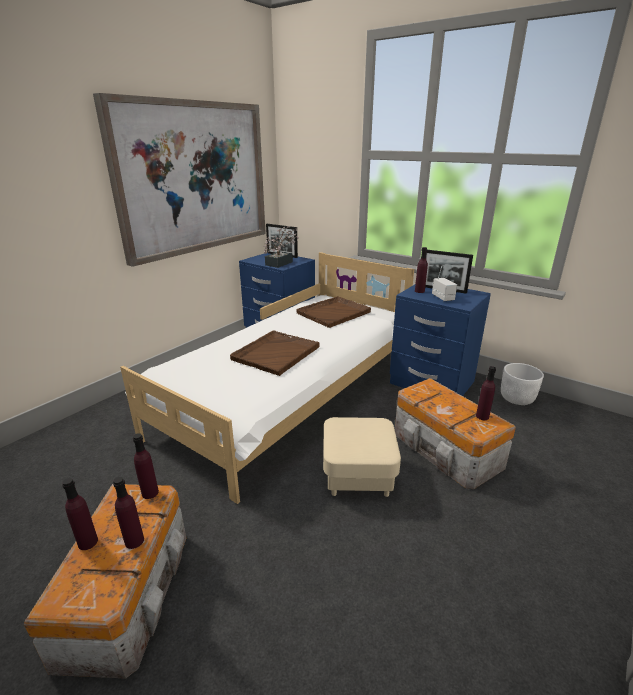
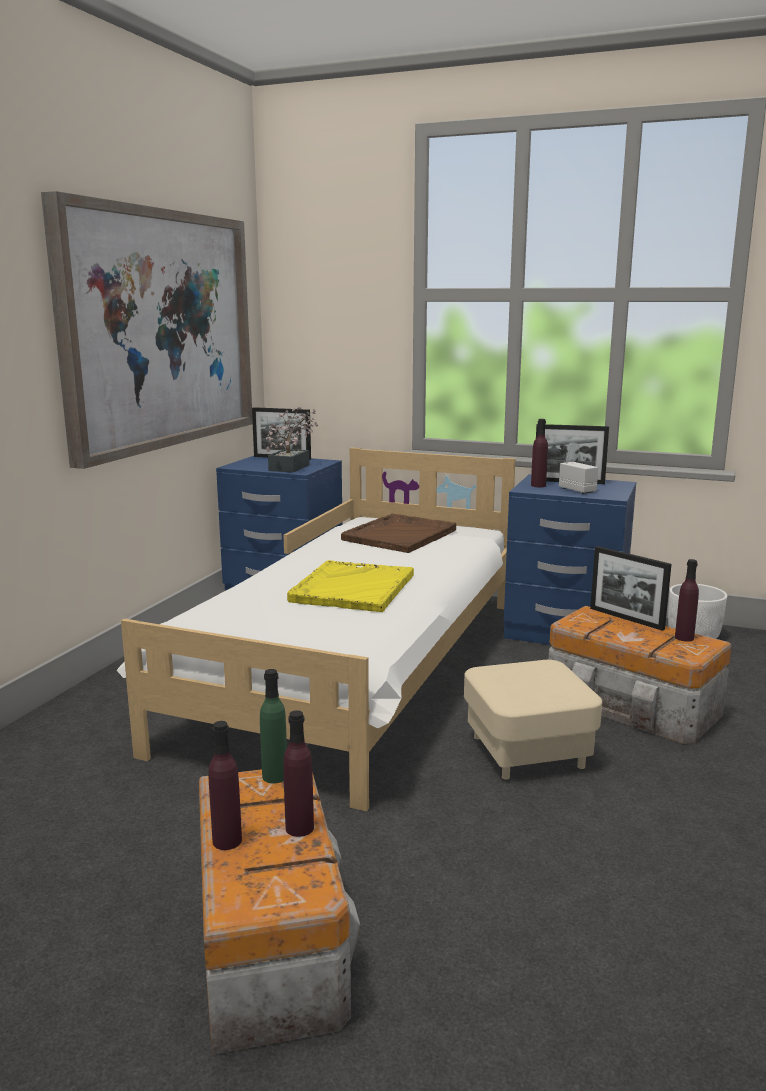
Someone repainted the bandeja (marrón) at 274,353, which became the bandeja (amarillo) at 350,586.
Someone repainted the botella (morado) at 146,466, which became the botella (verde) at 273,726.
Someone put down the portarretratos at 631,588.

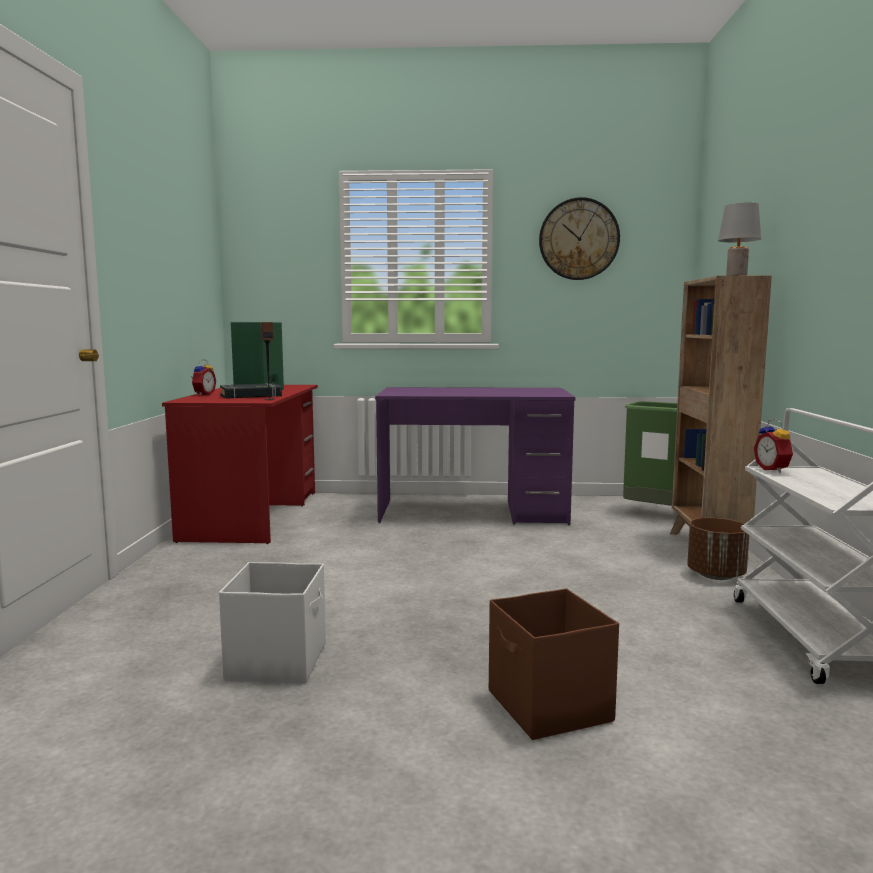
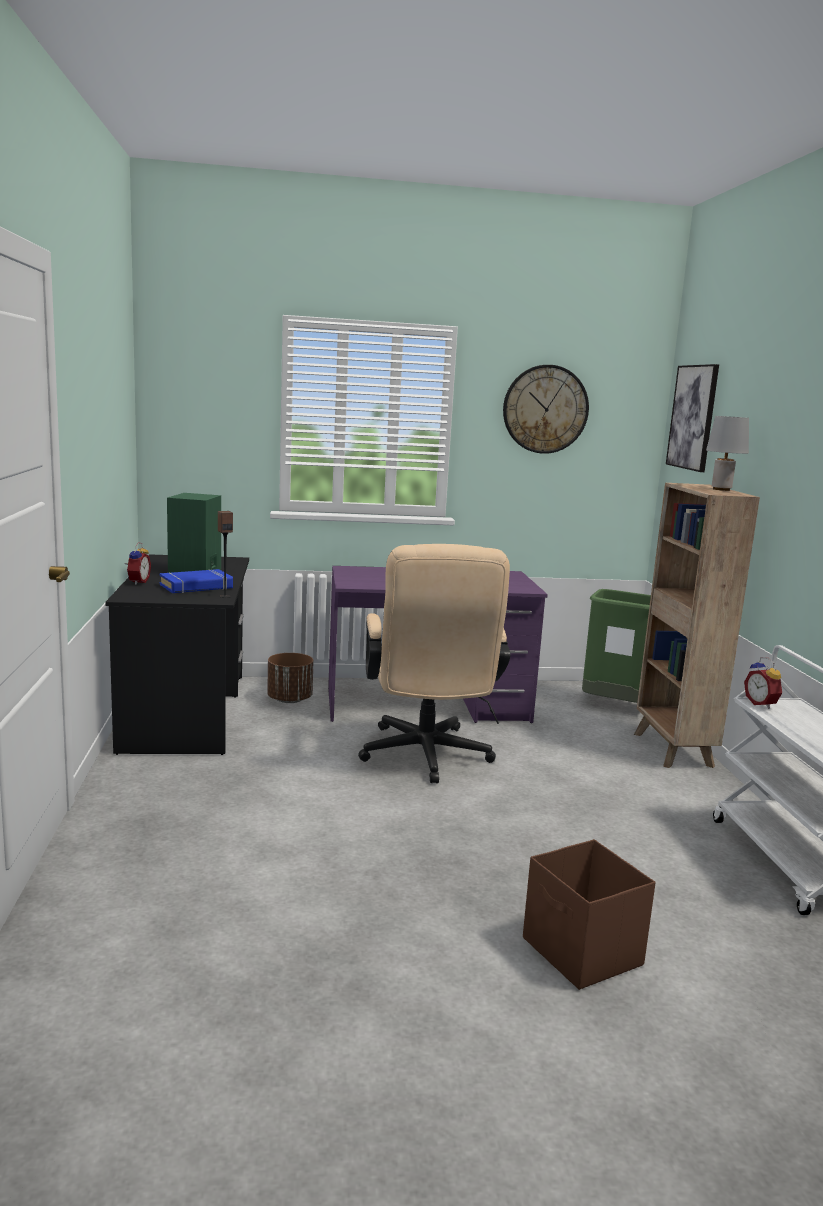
Someone repainted the libro (negro) at 251,391, which became the libro (azul) at 196,581.
Someone repainted the escritorio (rojo) at 240,464, which became the escritorio (negro) at 177,654.
Someone carried the maceta (marrón) from 718,549 to 290,678.
Someone took away the caja de almacenaje (blanco) at 272,622.
Someone put up the cuadro at 692,418.
Someone put down the silla de oficina (beis) at 434,663.

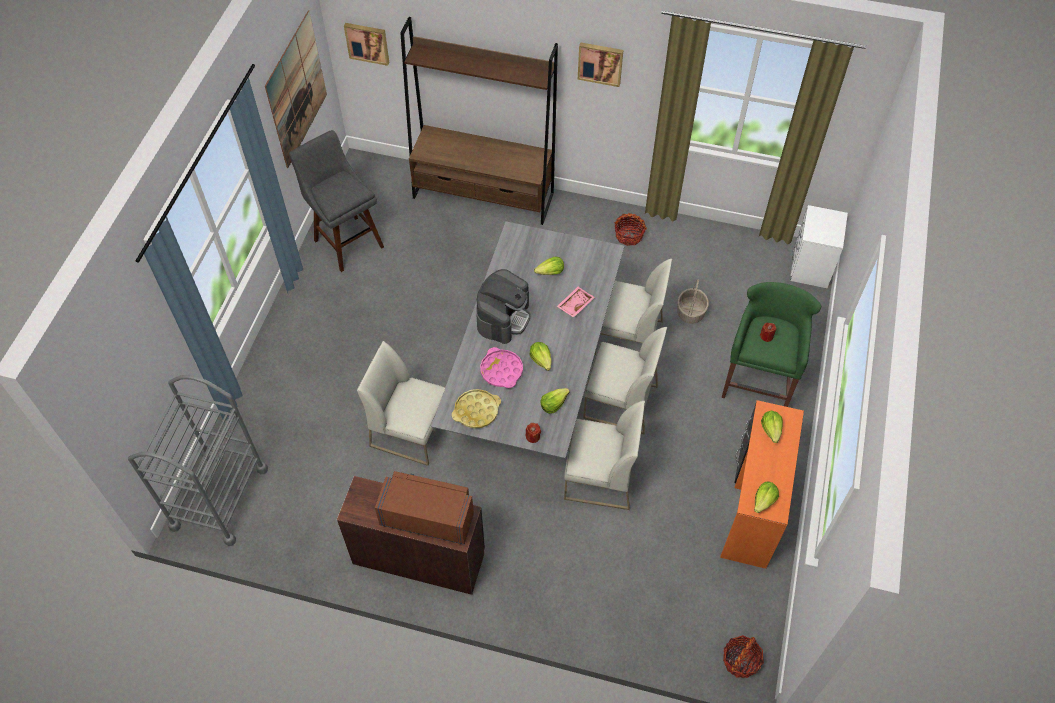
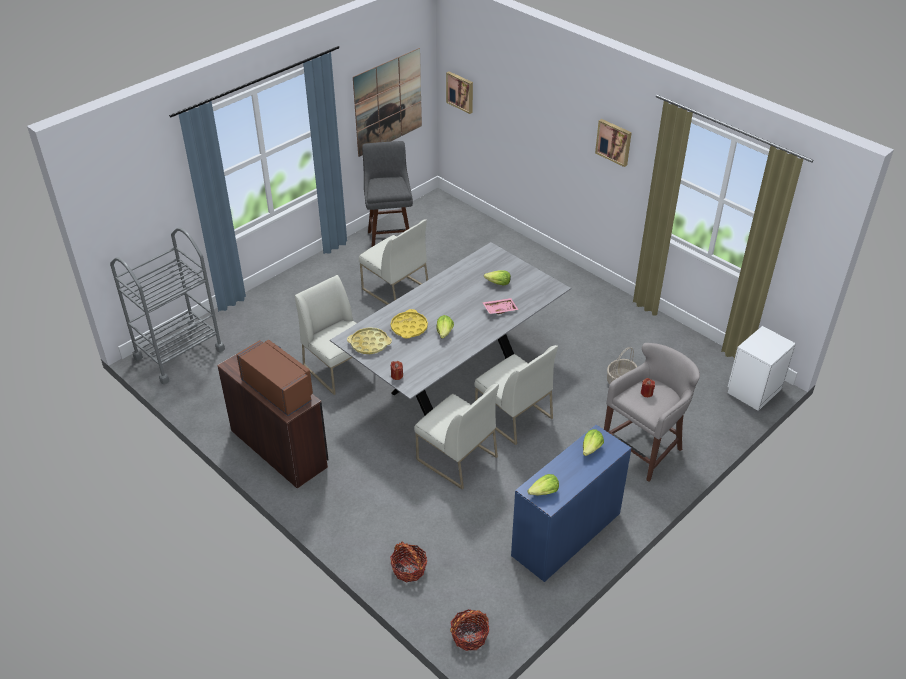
Someone took away the estantería (marrón) at 479,121.
Someone carried the cesta from 631,229 to 408,561.
Someone carried the silla (blanco) from 633,307 to 393,262.
Someone took away the cafetera at 503,306.
Someone repainted the taburete (verde) at 771,344, which became the taburete (gris) at 652,412.
Someone repainted the bandeja (rosa) at 501,367, which became the bandeja (amarillo) at 409,323.
Someone took away the lechuga at 555,401.
Someone repainted the escritorio (naranja) at 762,484, which became the escritorio (azul) at 571,503.

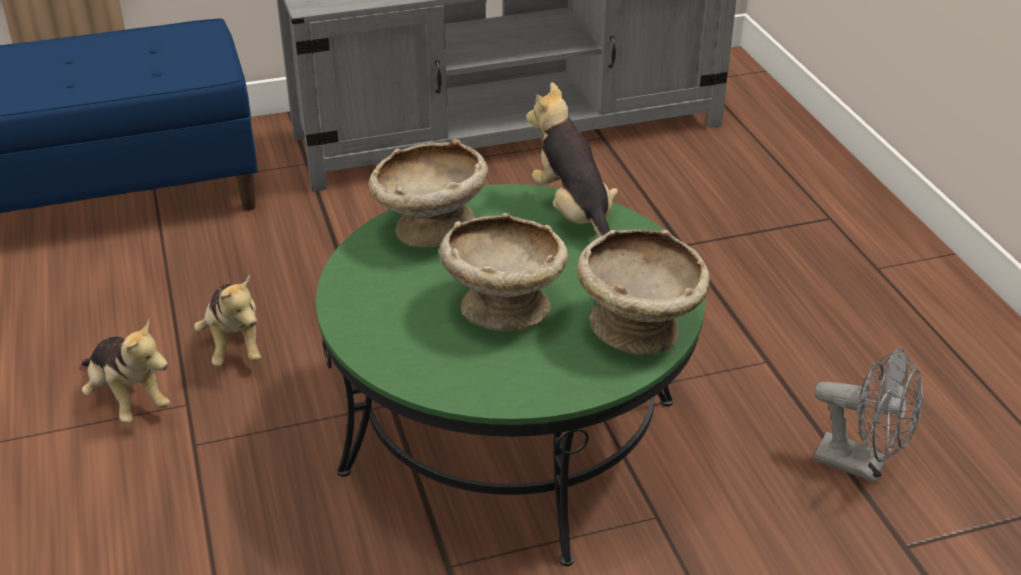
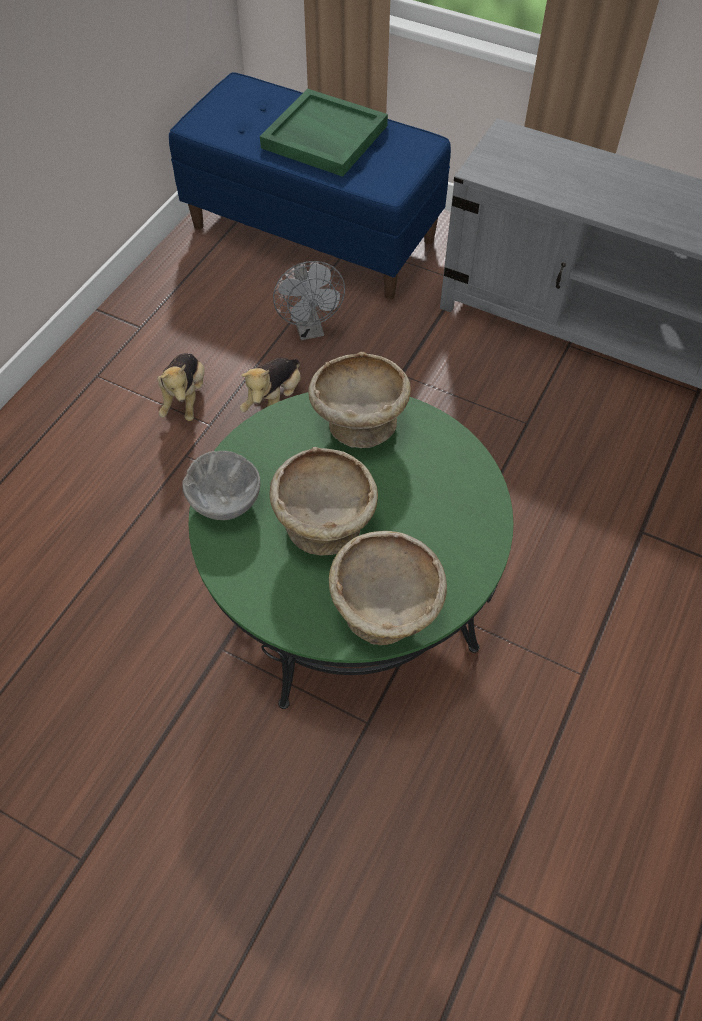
Someone took away the peluche at 572,159.
Someone carried the ventilador (gris) from 868,415 to 309,300.
Someone put down the bandeja (verde) at 324,133.
Someone put down the cuenco (gris) at 221,485.

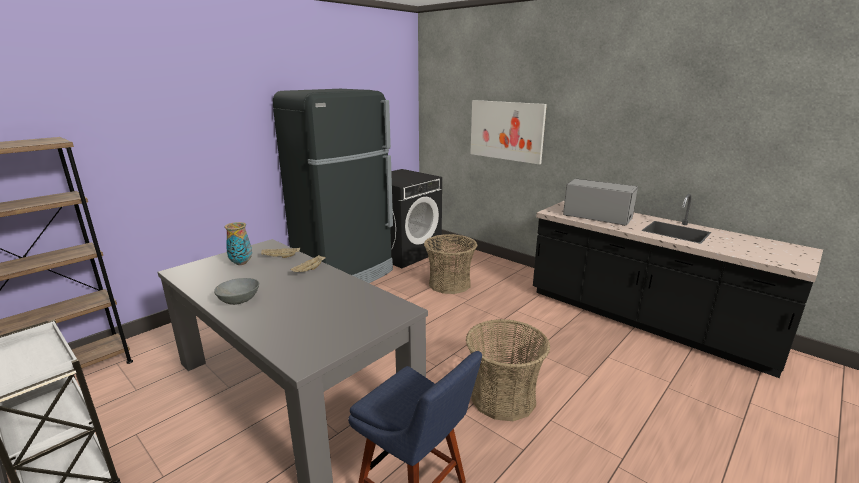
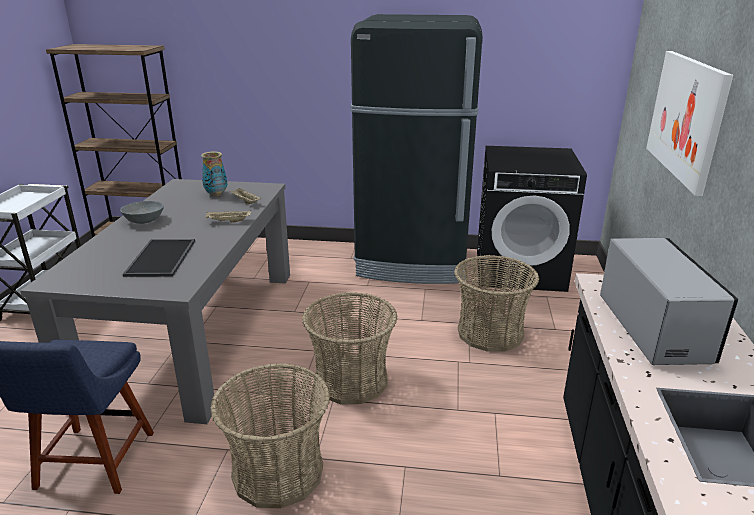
Someone put down the bandeja at 159,258.
Someone put down the cesta at 349,348.

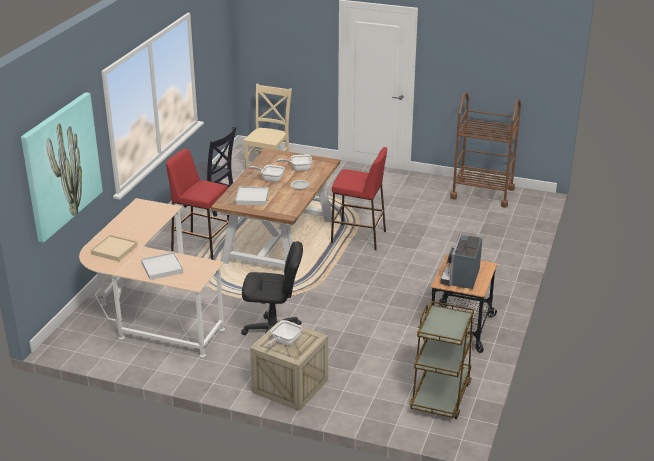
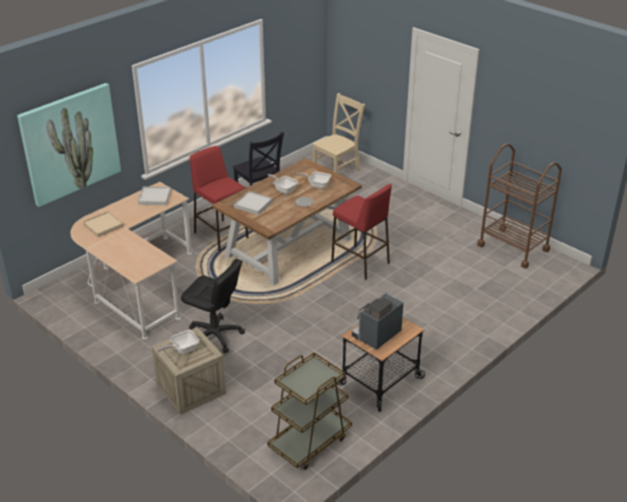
Someone carried the bandeja (blanco) from 162,266 to 154,195.

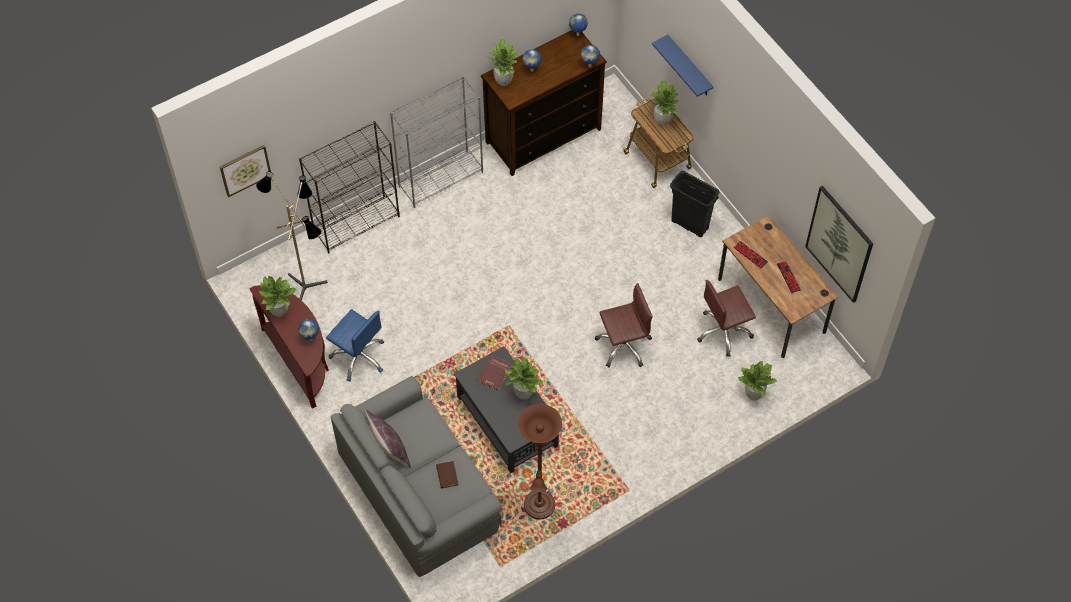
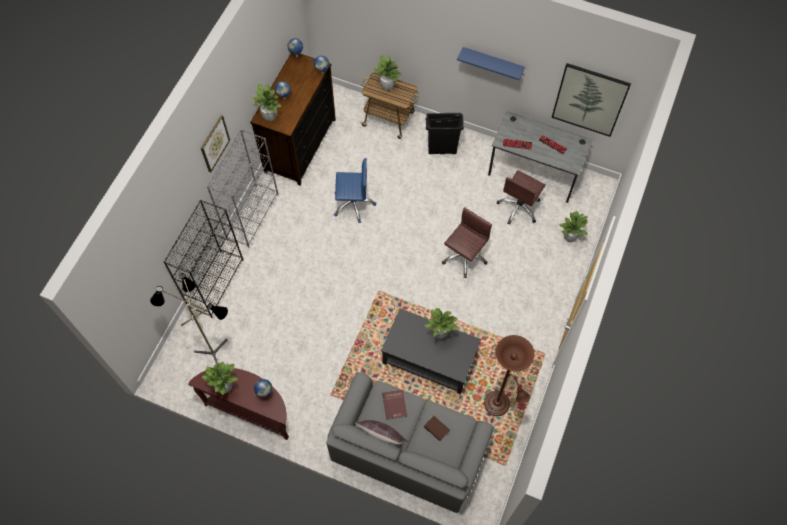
Someone carried the estante (azul) from 683,66 to 491,63.
Someone carried the cuadro from 245,171 to 215,143.
Someone repainted the escritorio (marrón) at 778,286, which became the escritorio (gris) at 540,157.
Someone carried the silla de oficina (azul) from 355,345 to 355,190.
Someone carried the libro (rojo) from 494,372 to 394,404.

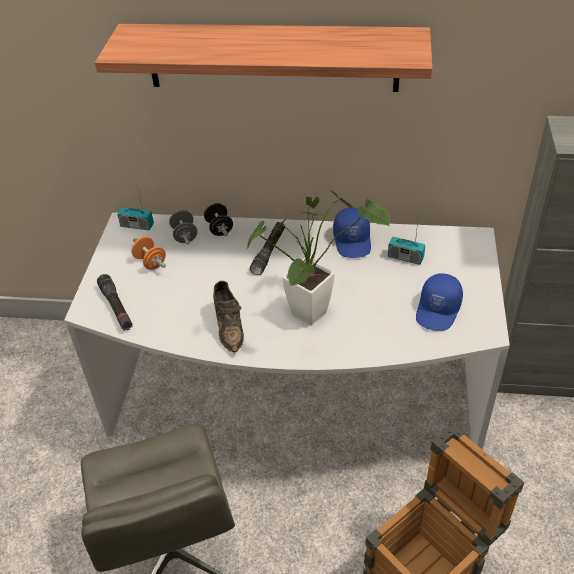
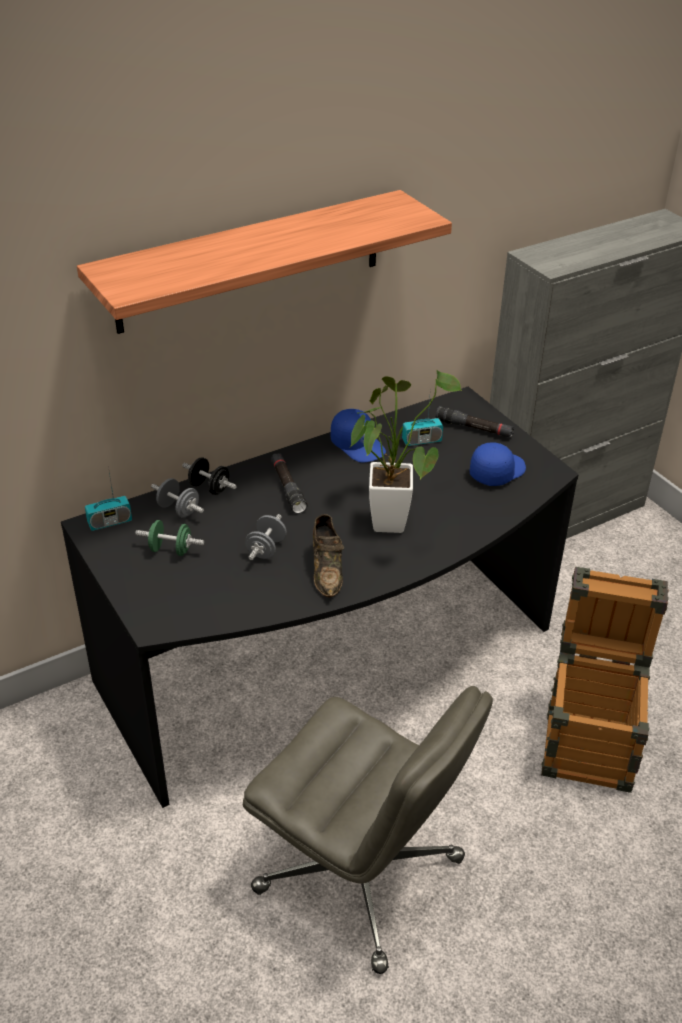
Someone repainted the escritorio (blanco) at 287,330, which became the escritorio (negro) at 320,597.
Someone repainted the mancuerna (naranja) at 148,253, which became the mancuerna (verde) at 170,538.
Someone rotated the gorra (azul) at 439,302 by 120 degrees counterclockwise.
Someone carried the linterna (negro) from 114,302 to 475,422.
Someone rotated the zapato (marrón) at 228,316 by 45 degrees clockwise.
Someone put down the mancuerna (gris) at 266,537.

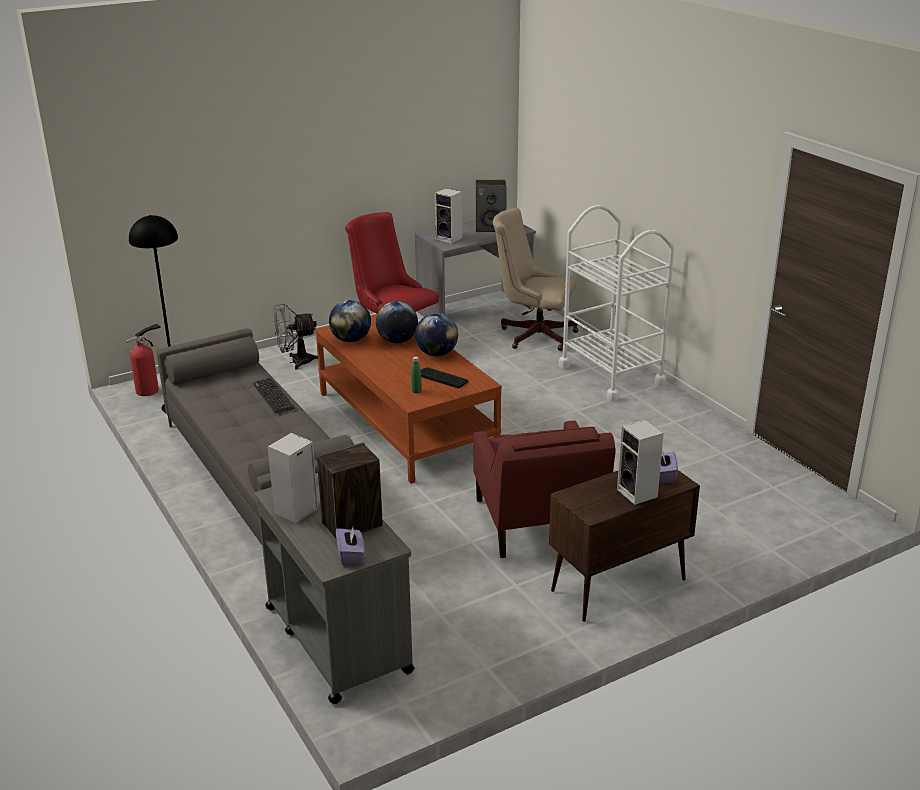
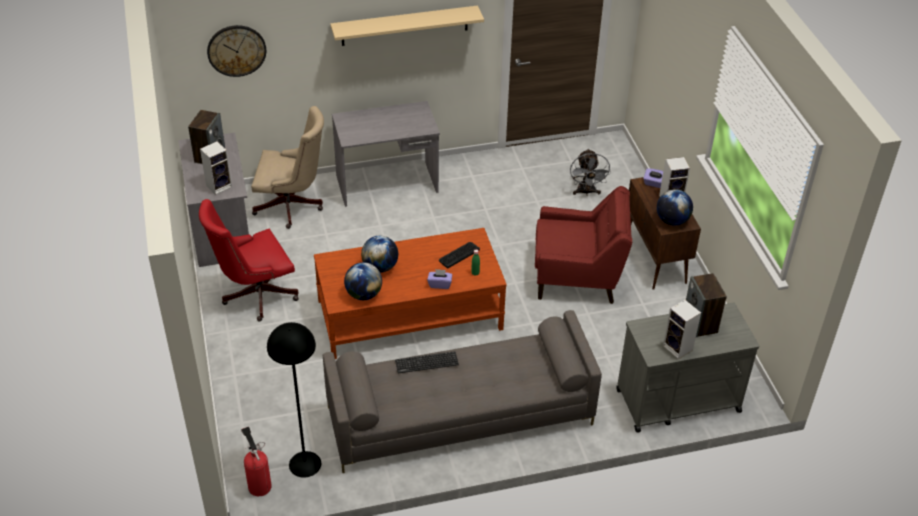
Someone swapped the carrito (blanco) at 616,303 for the escritorio (gris) at 386,154.
Someone rotated the silla de oficina (beis) at 536,279 by 120 degrees counterclockwise.
Someone carried the ventilador (gris) from 295,337 to 590,172.
Someone carried the globo terráqueo from 436,334 to 675,207.
Someone carried the caja de pañuelos (morado) from 350,546 to 439,279.
Someone put up the estante (beis) at 407,26.
Someone put up the reloj de pared at 236,51.

